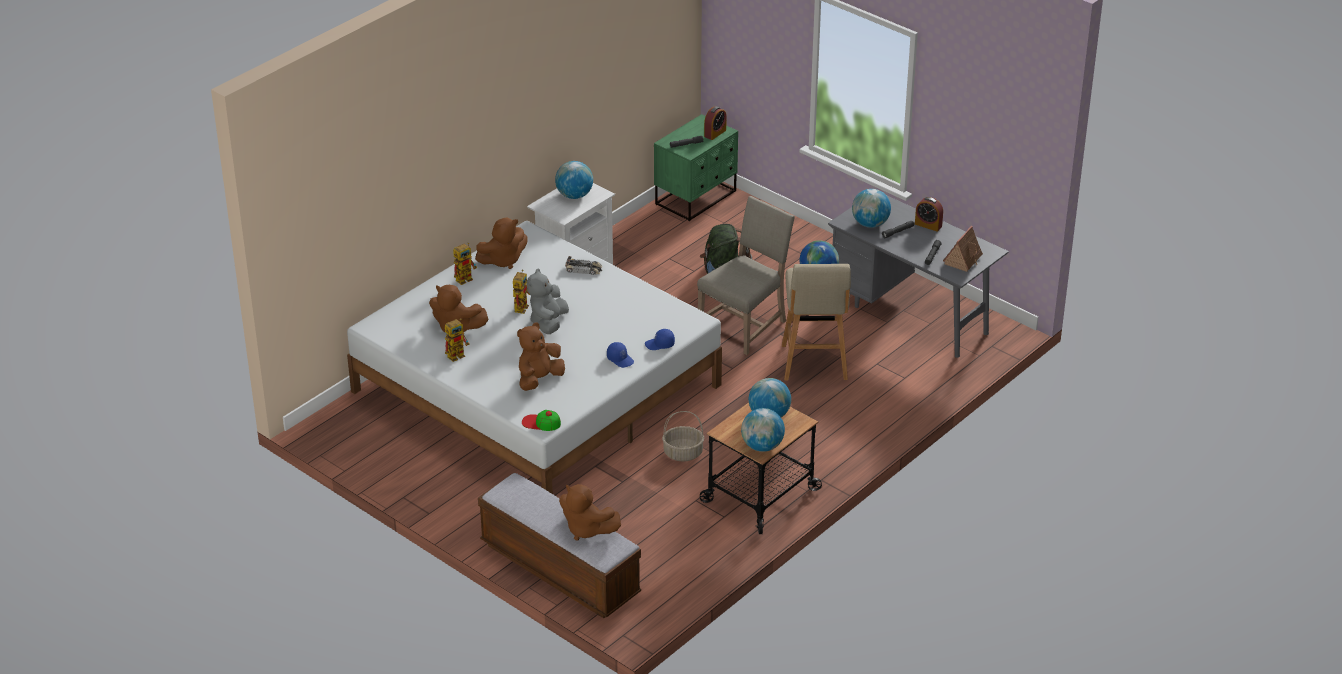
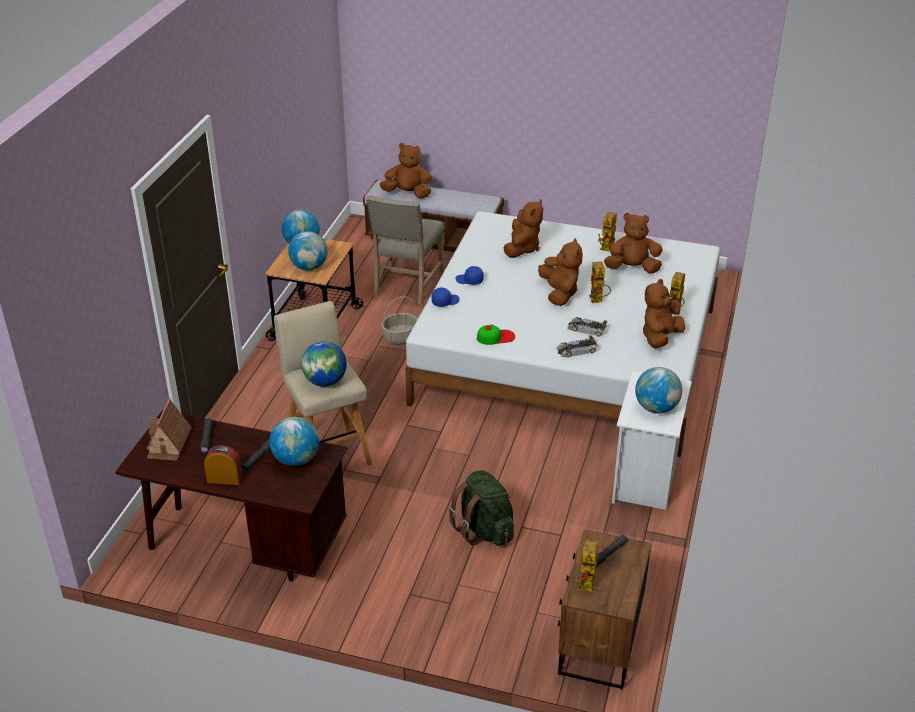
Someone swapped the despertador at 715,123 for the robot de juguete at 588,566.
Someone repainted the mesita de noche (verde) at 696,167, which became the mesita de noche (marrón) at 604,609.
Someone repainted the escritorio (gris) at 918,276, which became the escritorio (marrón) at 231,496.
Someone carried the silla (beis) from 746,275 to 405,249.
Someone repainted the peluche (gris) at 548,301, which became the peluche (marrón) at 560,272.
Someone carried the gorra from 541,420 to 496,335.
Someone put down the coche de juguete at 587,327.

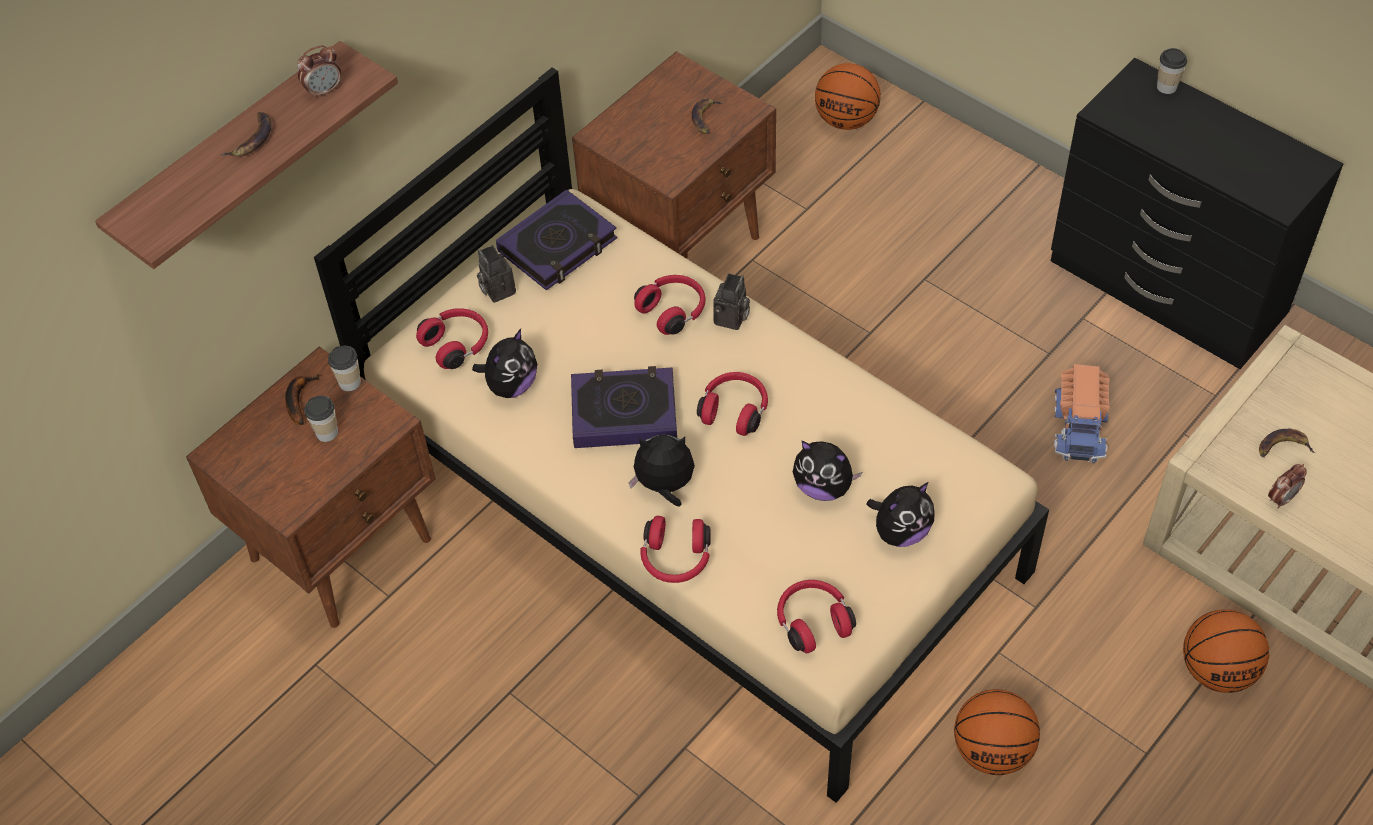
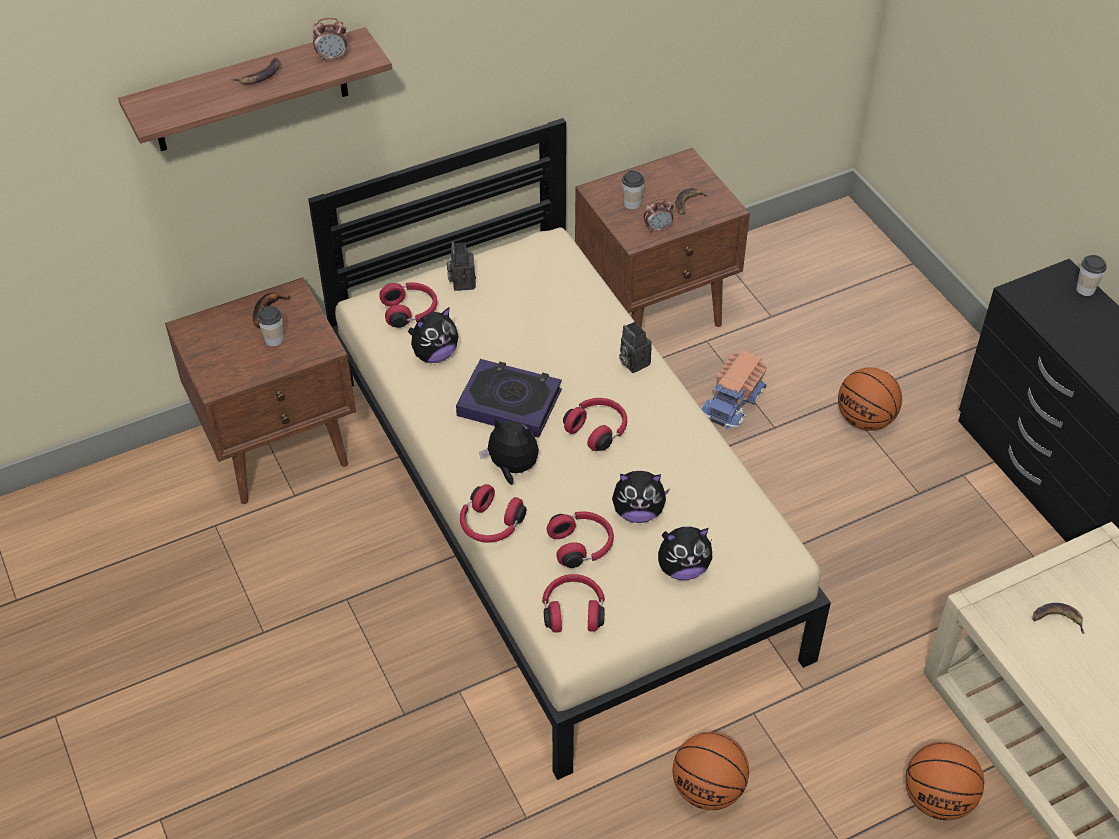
Someone carried the balón de baloncesto from 848,96 to 870,399.
Someone took away the libro at 556,240.
Someone rotated the cámara at 731,301 by 105 degrees clockwise.
Someone carried the auriculares (rojo) from 670,305 to 580,539.
Someone carried the taza from 344,368 to 633,190.
Someone carried the camión de juguete from 1081,413 to 734,390.
Someone rotated the peluche at 827,471 by 45 degrees counterclockwise.
Someone carried the despertador from 1287,486 to 658,215.

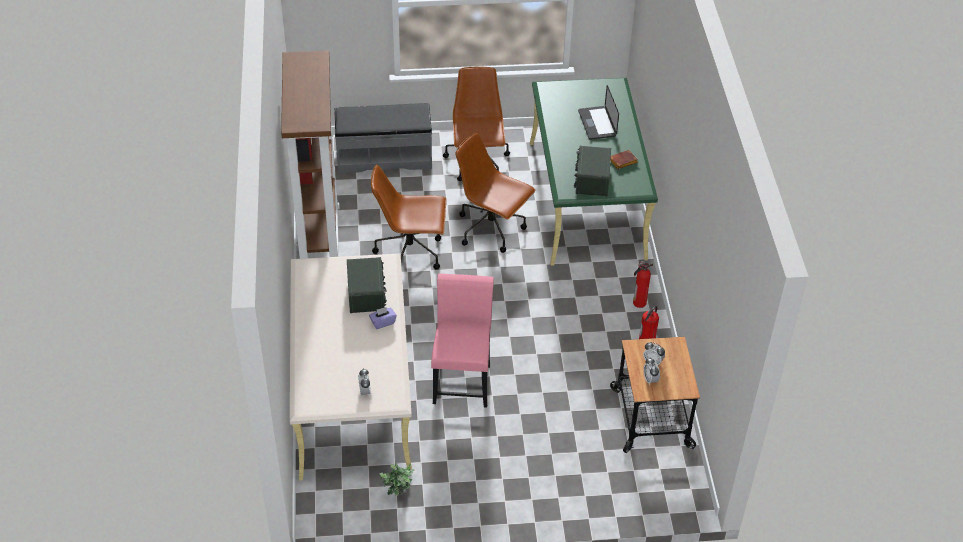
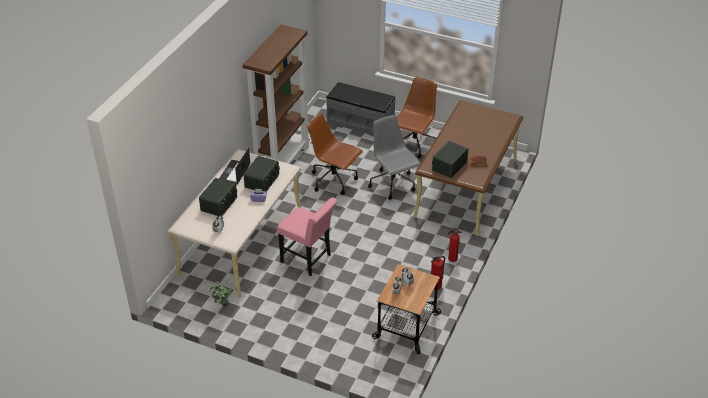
Someone repainted the escritorio (verde) at 594,172, which became the escritorio (marrón) at 468,168.
Someone carried the portátil from 598,112 to 234,166.
Someone repainted the silla de oficina (marrón) at 495,192, which became the silla de oficina (gris) at 394,157.
Someone rotated the silla (rosa) at 462,340 by 90 degrees clockwise.
Someone put down the radio at 218,197.

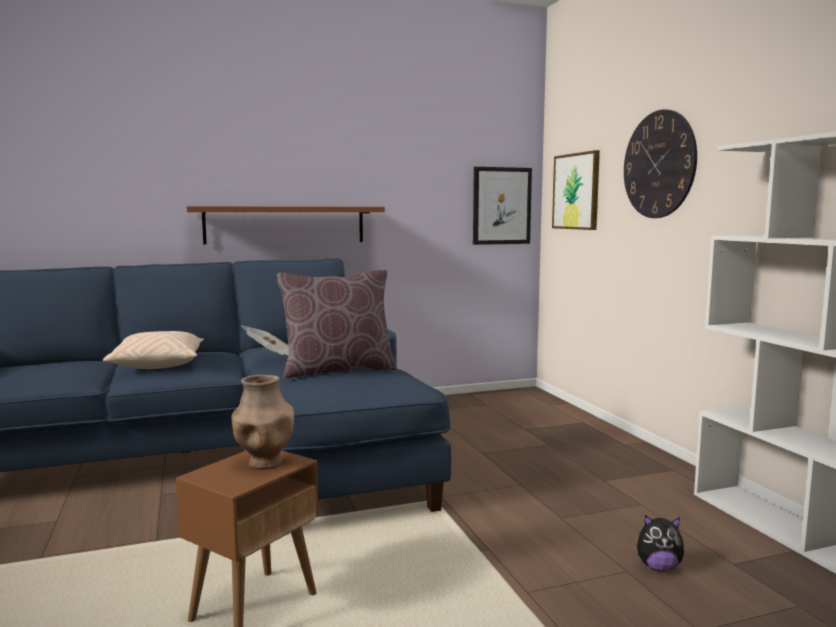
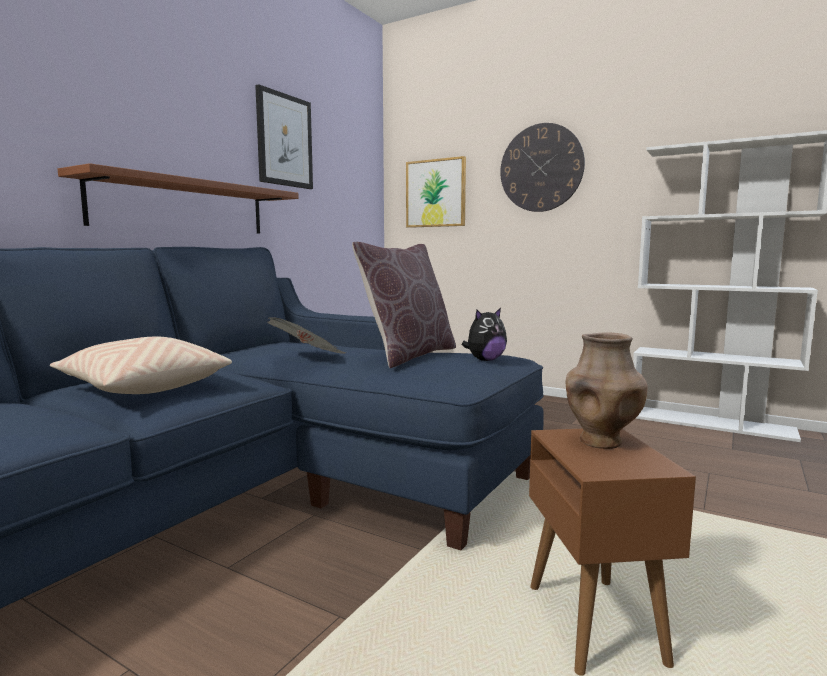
Someone carried the cuadro from 502,206 to 284,136.
Someone carried the peluche from 660,543 to 484,334.

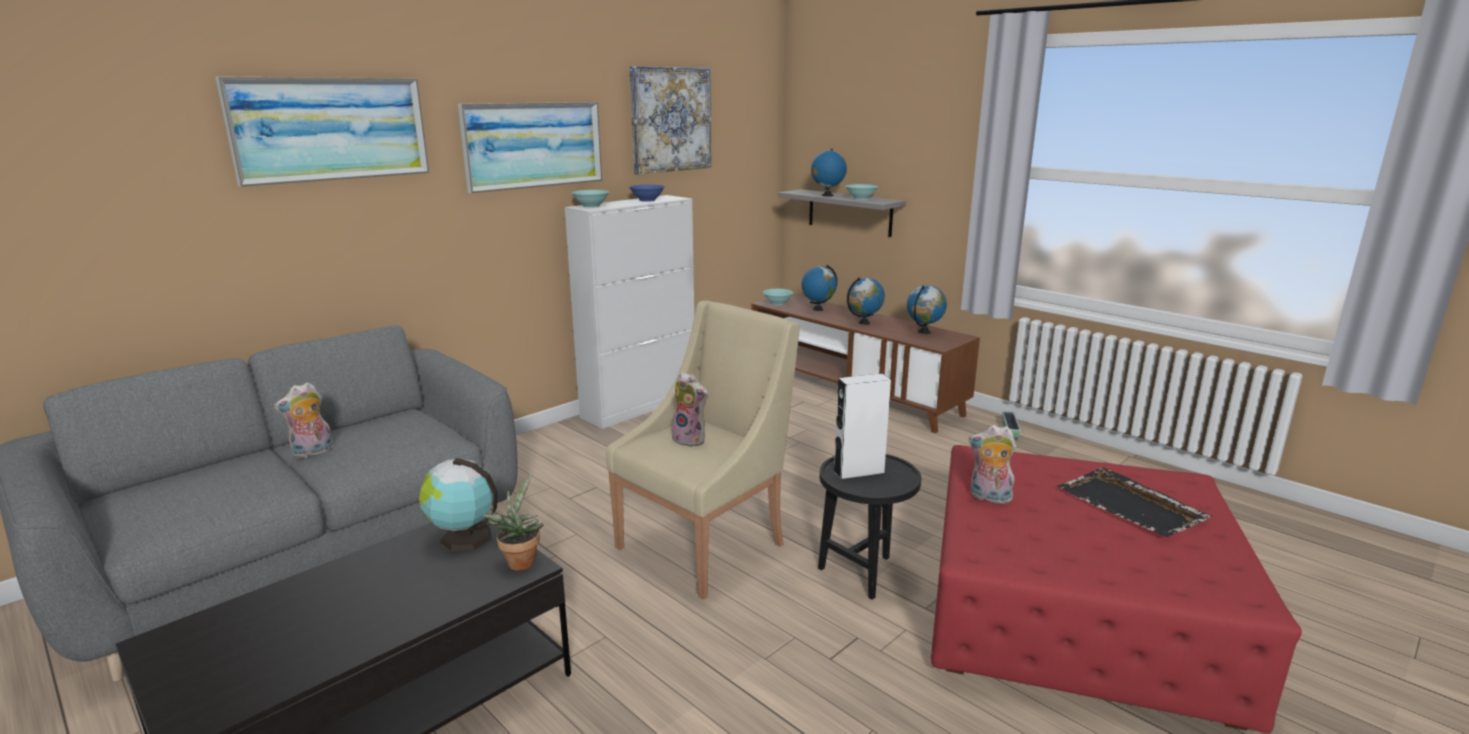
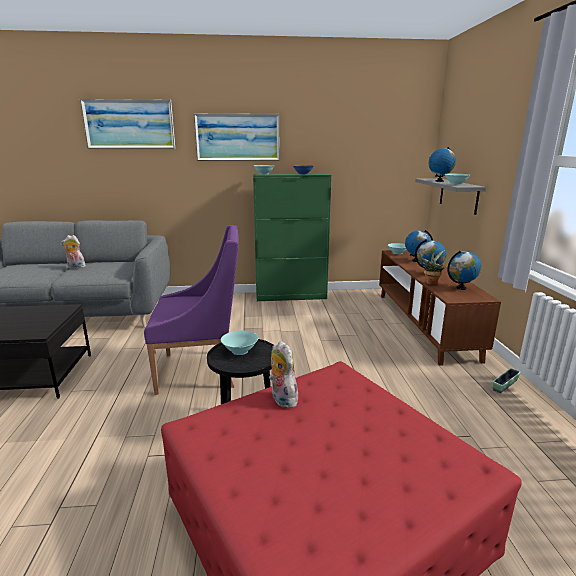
Someone took away the cuadro at 670,120.
Someone repainted the armario (blanco) at 629,312, which became the armario (verde) at 292,237.
Someone repainted the sillón (beis) at 703,450, which became the sillón (morado) at 191,310.
Someone took away the peluche at 689,409.
Someone swapped the altavoz (blanco) at 862,427 for the cuenco (turquesa) at 239,343.
Someone took away the globo terráqueo at 458,505.
Someone took away the bandeja (negro) at 1134,502.
Someone carried the planta en maceta from 513,522 to 432,267.

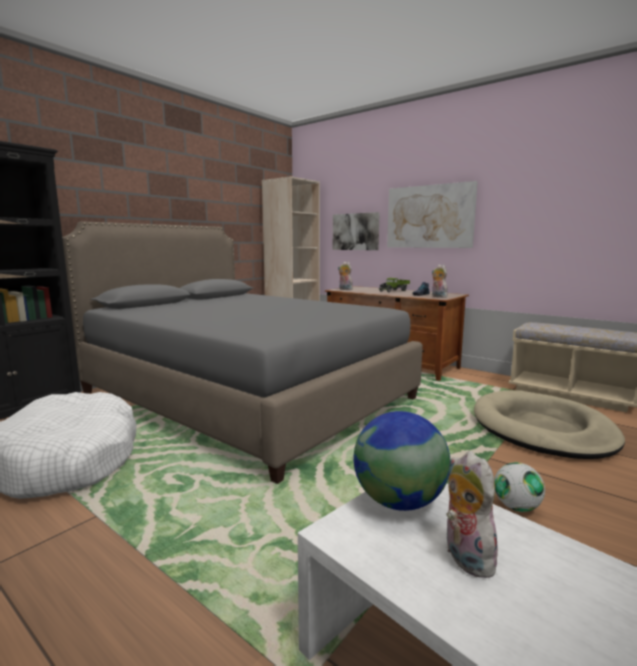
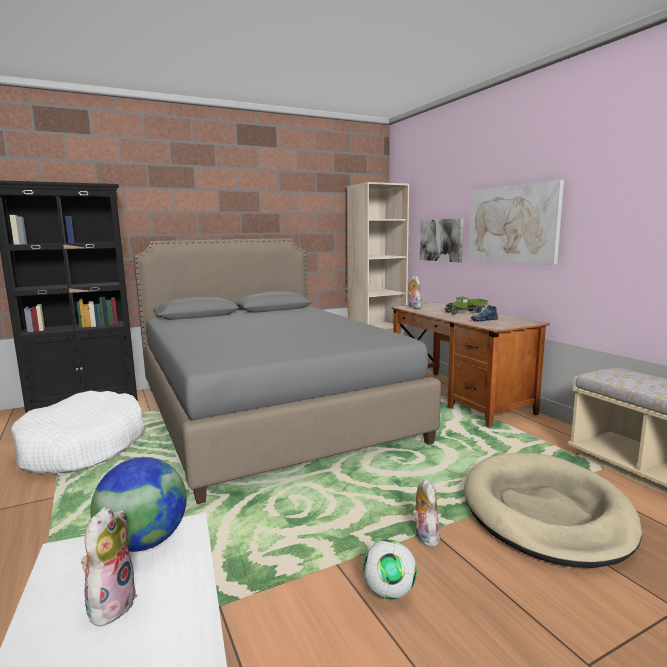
Someone carried the peluche from 440,281 to 426,513.

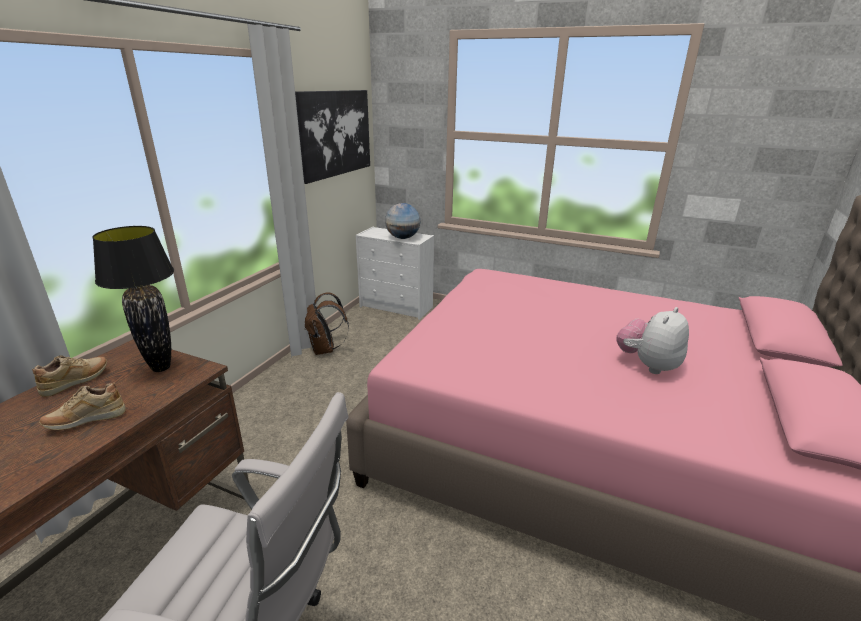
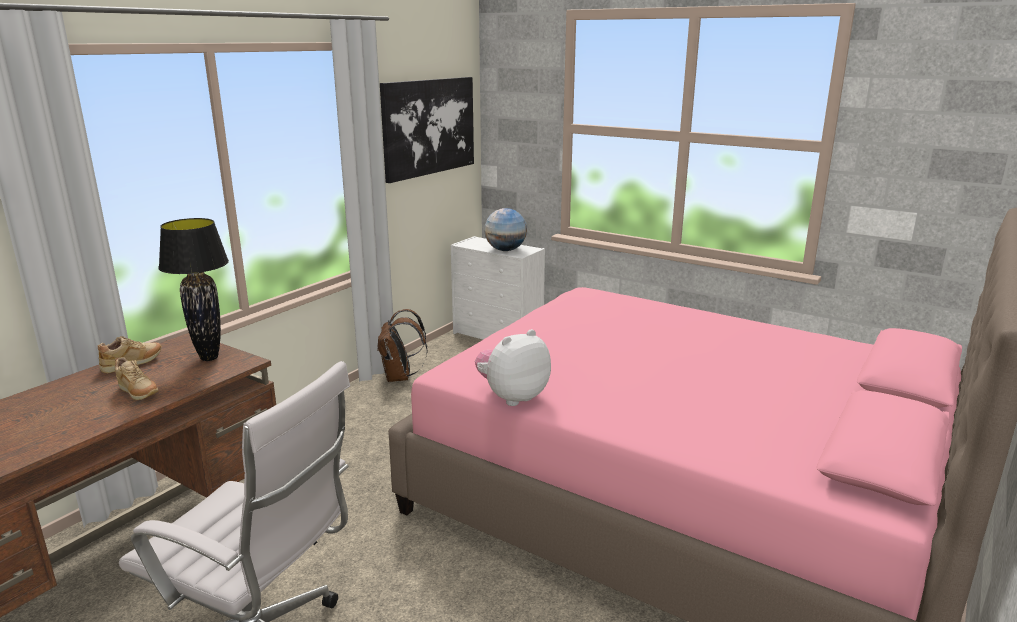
Someone carried the peluche from 652,340 to 513,367.
Someone rotated the zapato (beis) at 82,406 by 120 degrees counterclockwise.

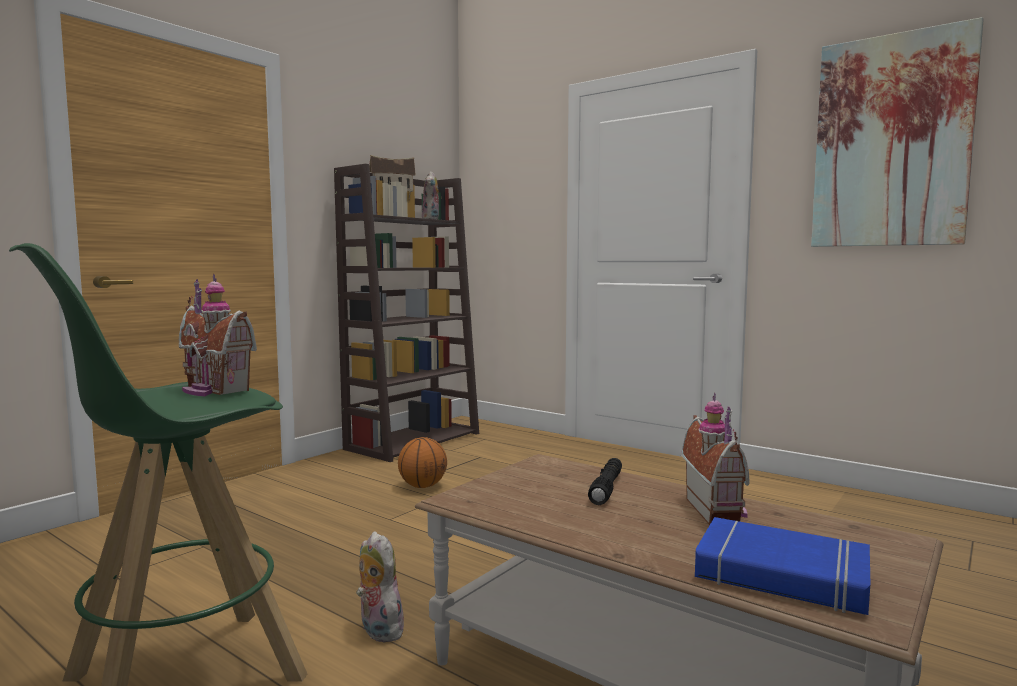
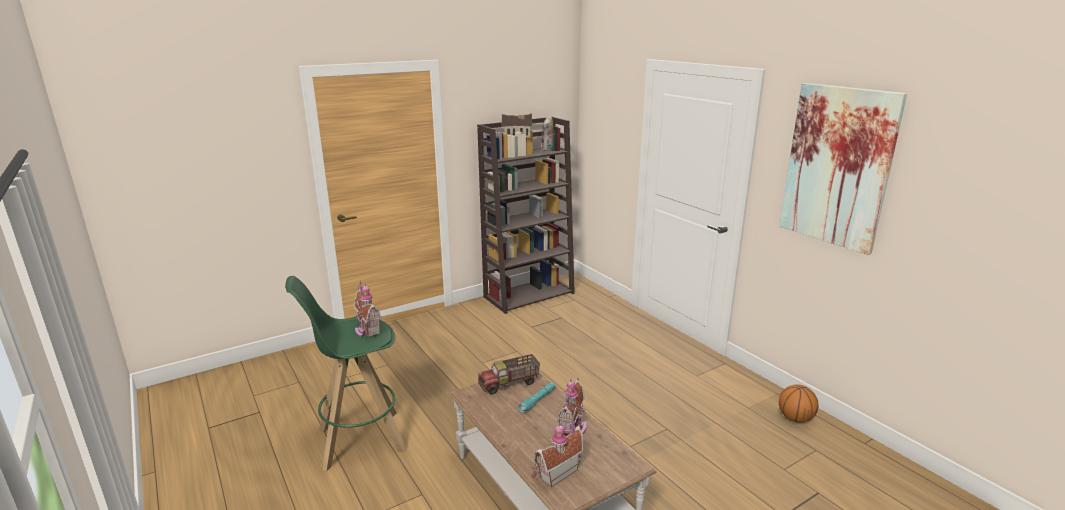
Someone carried the balón de baloncesto from 422,462 to 798,403.
Someone repainted the linterna (negro) at 605,481, which became the linterna (turquesa) at 537,397.
Someone swapped the libro (azul) at 782,566 for the casita at 557,452.
Someone took away the peluche at 380,587.
Someone put down the camión de juguete at 509,374.

